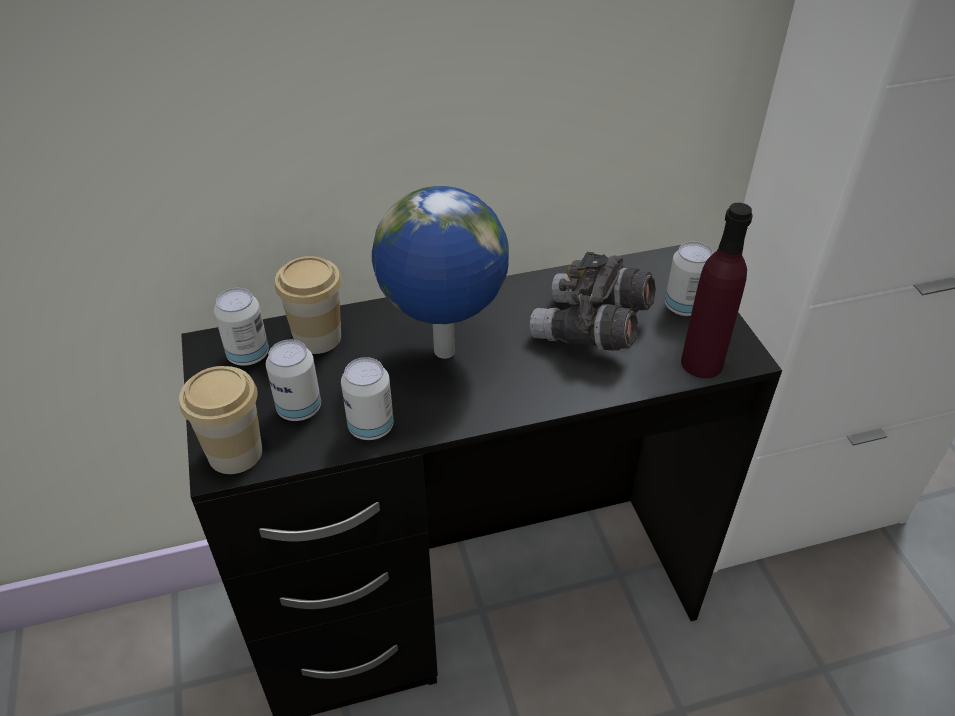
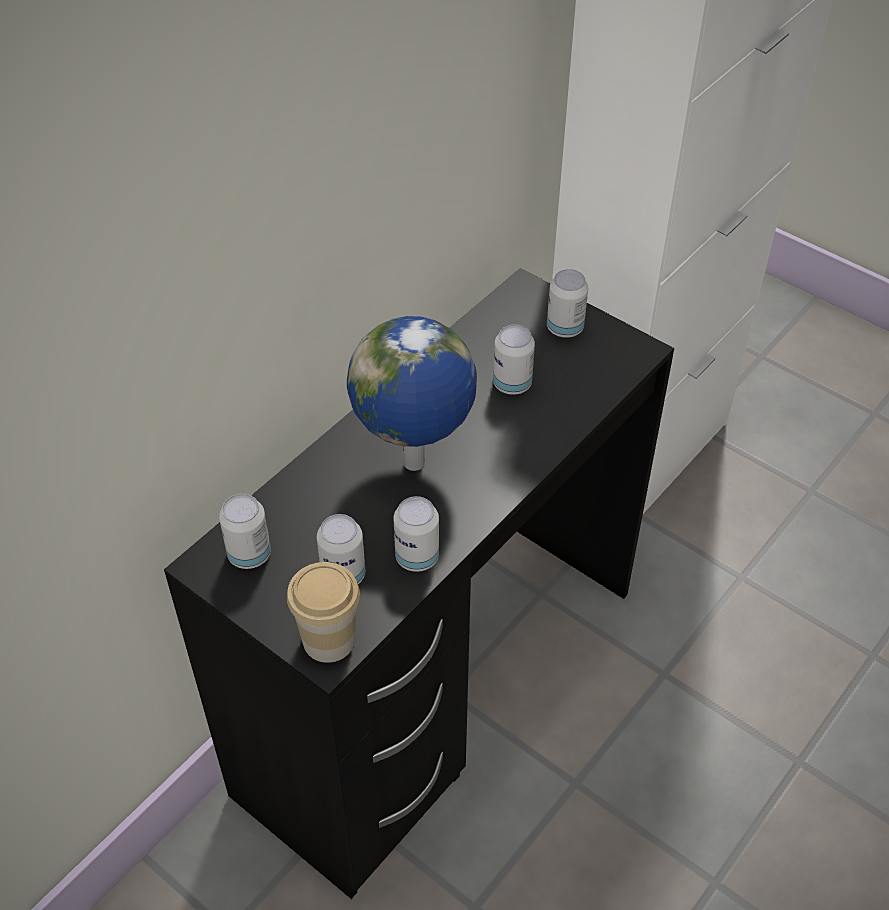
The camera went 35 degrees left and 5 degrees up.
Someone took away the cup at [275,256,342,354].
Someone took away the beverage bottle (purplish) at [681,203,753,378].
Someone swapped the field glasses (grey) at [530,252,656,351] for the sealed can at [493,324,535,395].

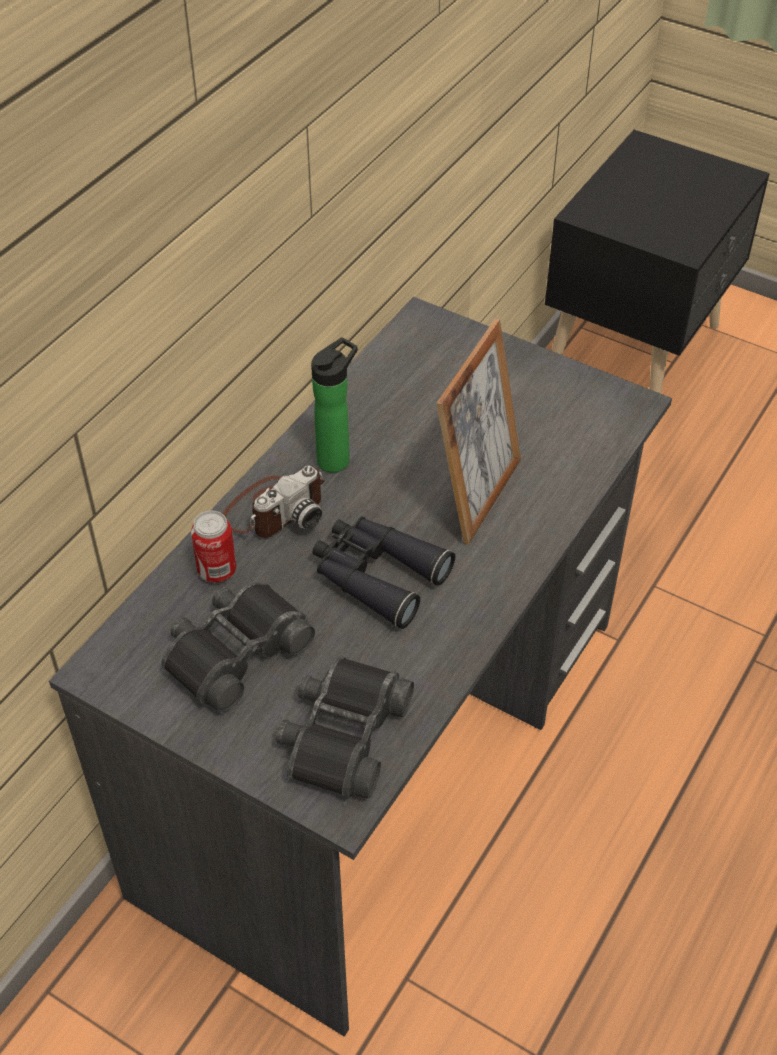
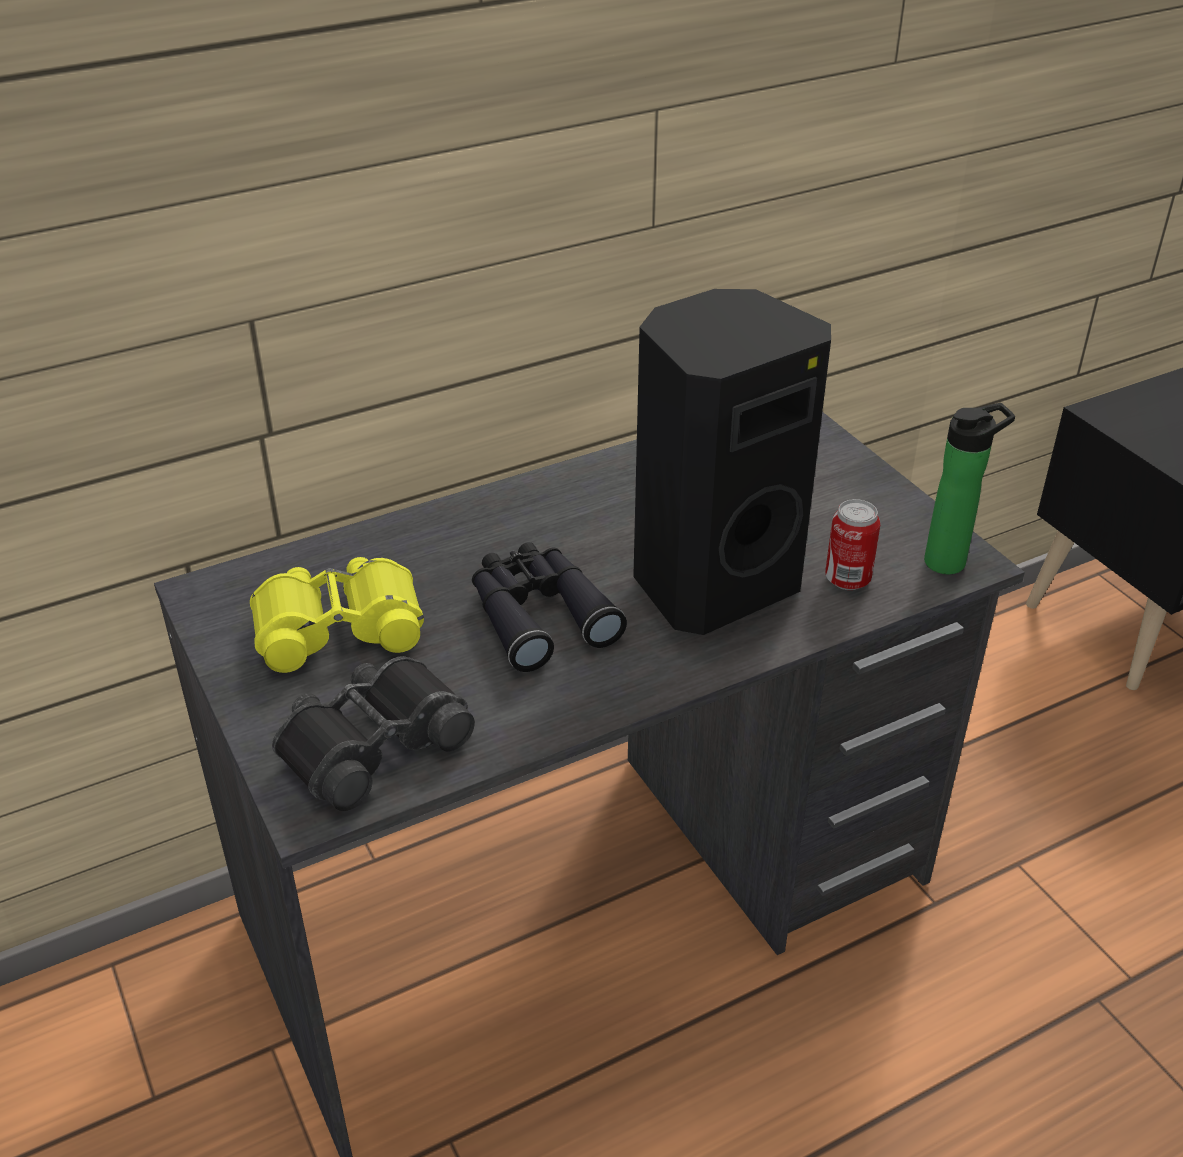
The camera went 30 degrees right and 10 degrees down.
Someone took away the photo camera at [223,466,325,538].
Someone carried the sealed can from [191,511,236,583] to [825,499,880,590].
Someone carried the beverage bottle from [311,337,358,473] to [924,403,1015,574].
Someone swapped the picture frame at [436,319,521,545] for the speaker (blackish) at [633,289,831,635].
Someone repainted the field glasses (blackish) at [161,582,315,713], which became the field glasses (yellowish) at [250,557,424,673].

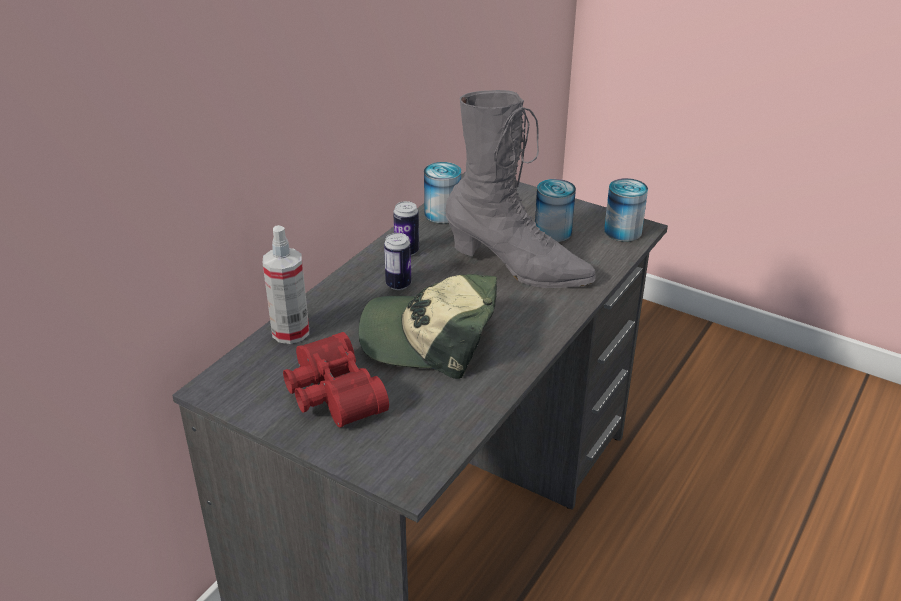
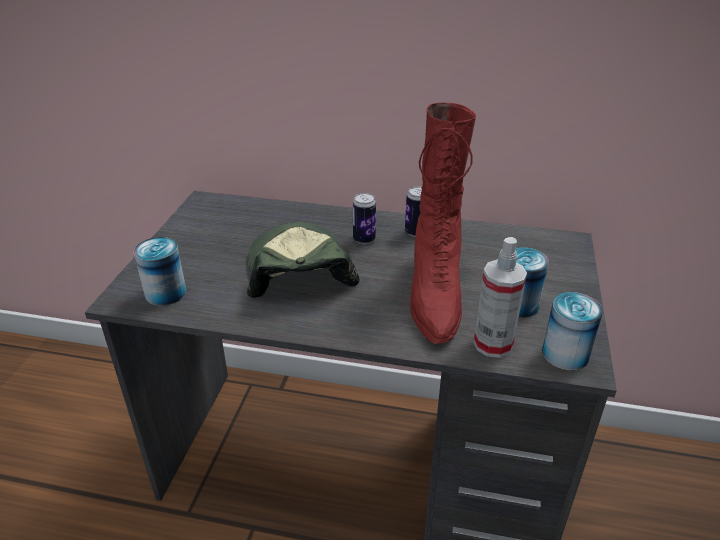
The camera went 70 degrees right and 0 degrees up.
Someone took away the field glasses (red) at [283,332,389,428].
Someone carried the sprayer from [263,225,309,344] to [474,237,527,358].
Someone carried the sealed can from [424,162,461,223] to [134,237,186,306].
Someone repainted the boot (grey) at [445,90,596,288], which became the boot (red) at [410,102,476,344].

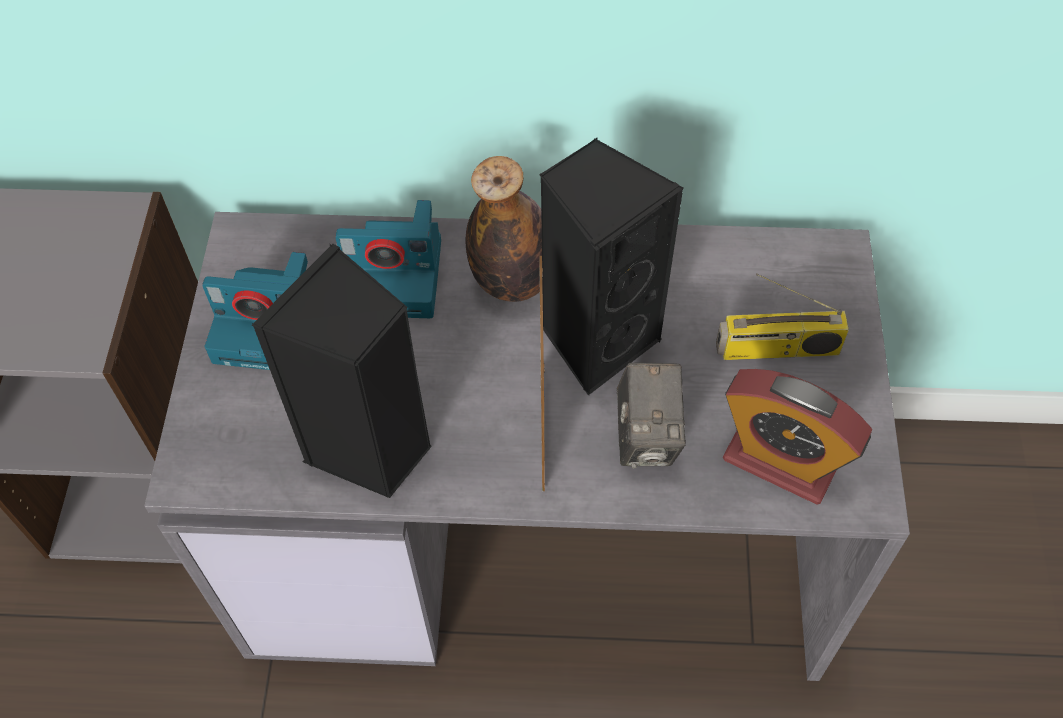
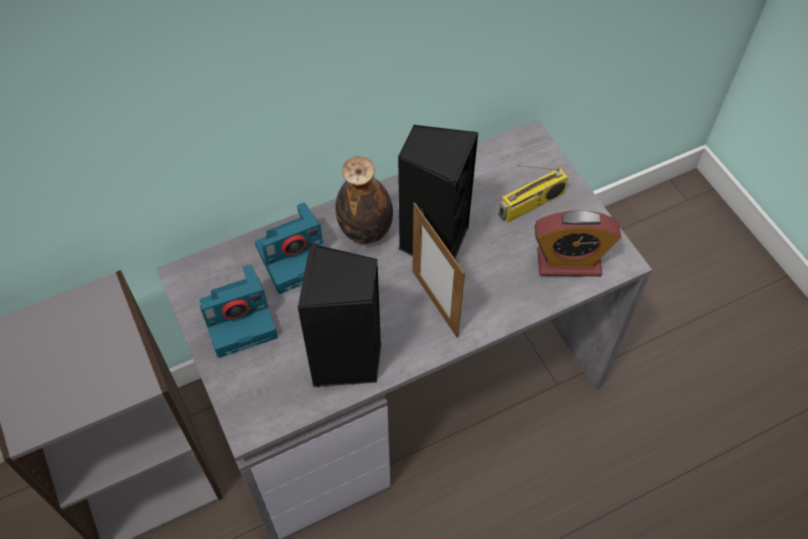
The camera went 30 degrees left and 0 degrees up.
Someone took away the photo camera at [617,362,686,469].

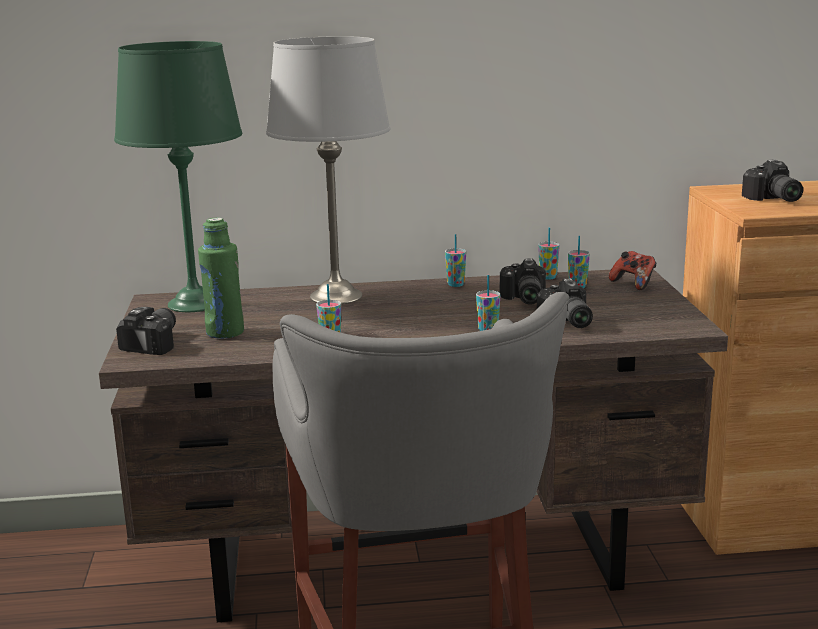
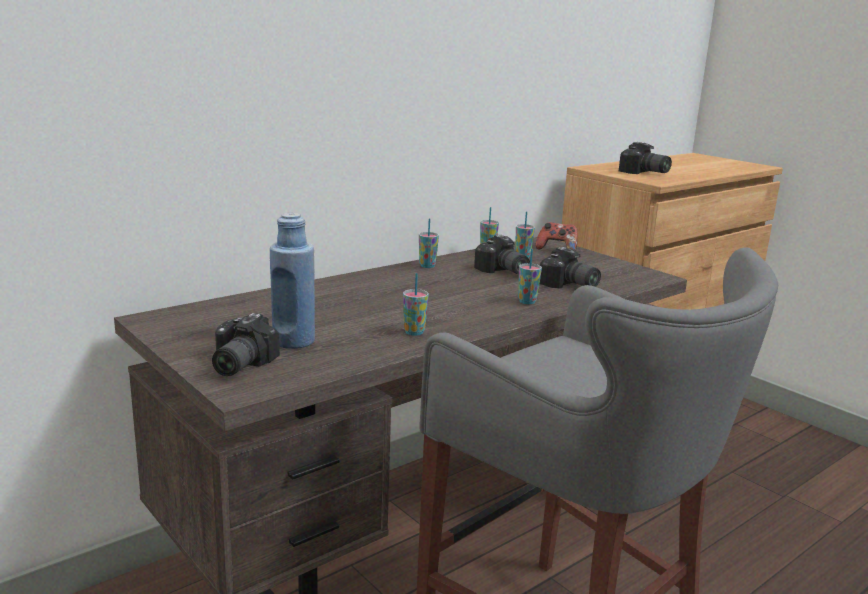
The camera went 35 degrees left and 0 degrees up.
Someone took away the table lamp (green) at [114,41,242,312].
Someone took away the table lamp (grey) at [266,36,390,304].
Someone repainted the beverage bottle (green) at [198,217,244,339], which became the beverage bottle (bluish) at [270,213,315,349].
Someone rotated the photo camera at [116,307,176,355] by 150 degrees counterclockwise.

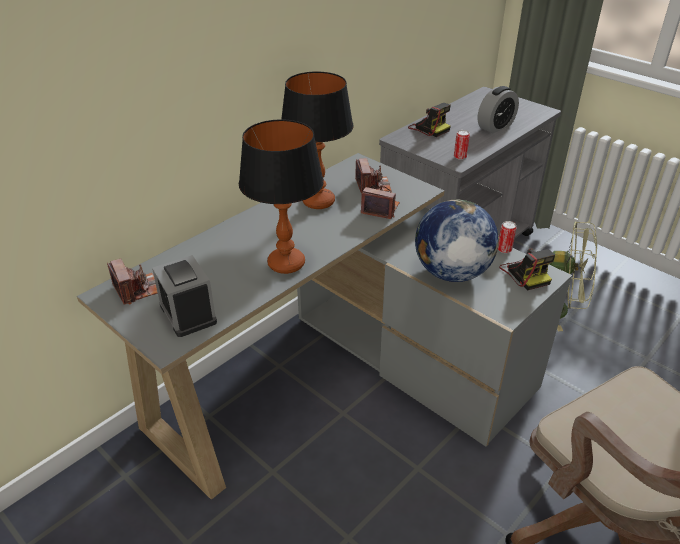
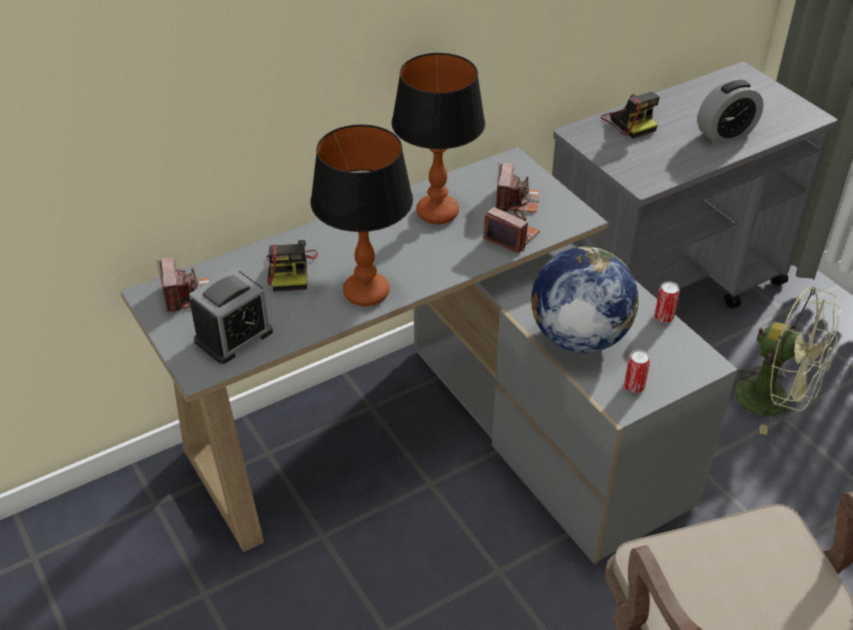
The camera went 15 degrees right and 5 degrees up.
Someone carried the sealed can from [454,130,470,160] to [624,350,650,393].
Someone carried the photo camera from [499,248,555,290] to [266,240,318,292].
Someone rotated the alarm clock at [152,255,217,337] by 120 degrees counterclockwise.

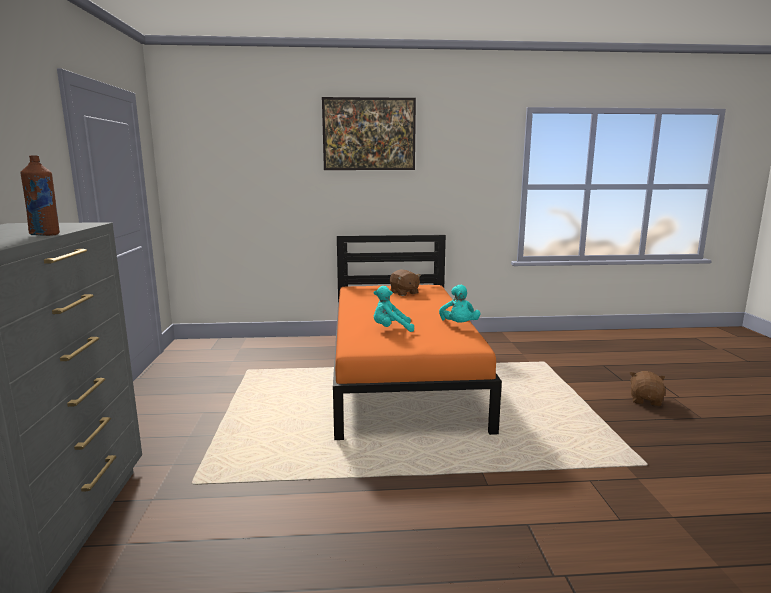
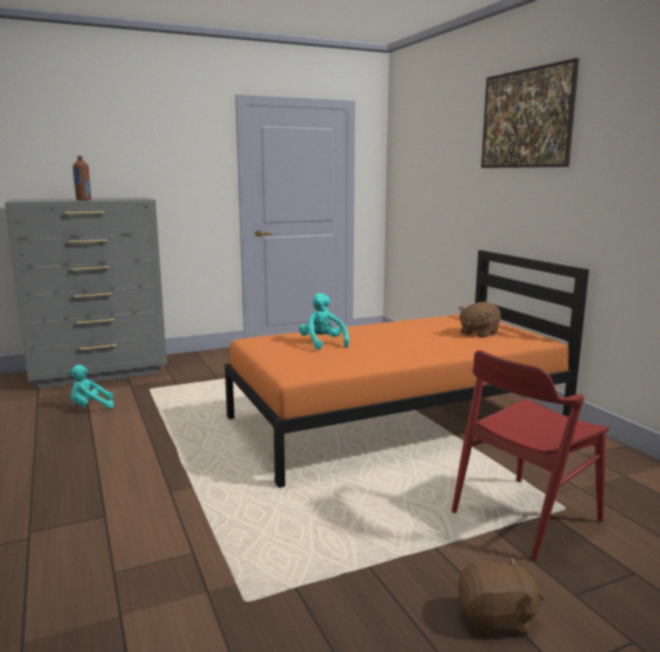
The camera went 70 degrees right and 0 degrees up.
Someone put down the upright chair (red) at [452,350,609,561].
Someone carried the cuddly toy (turquoise-coloured) from [439,285,480,323] to [68,365,114,409].

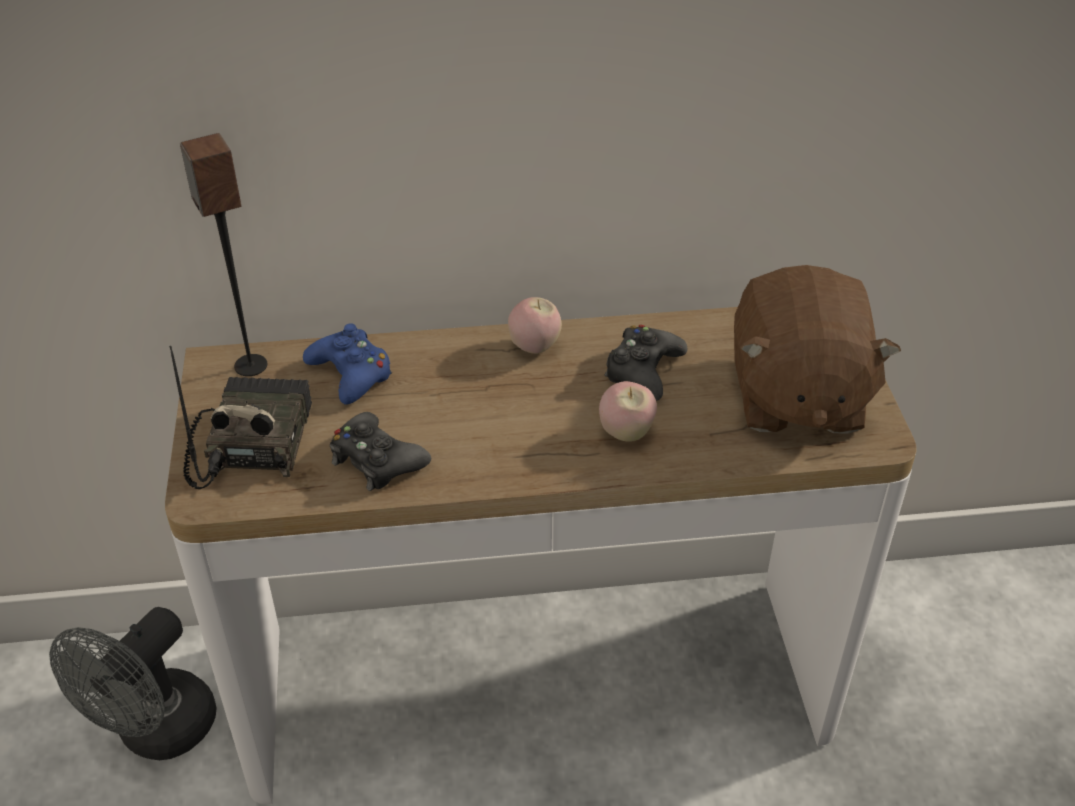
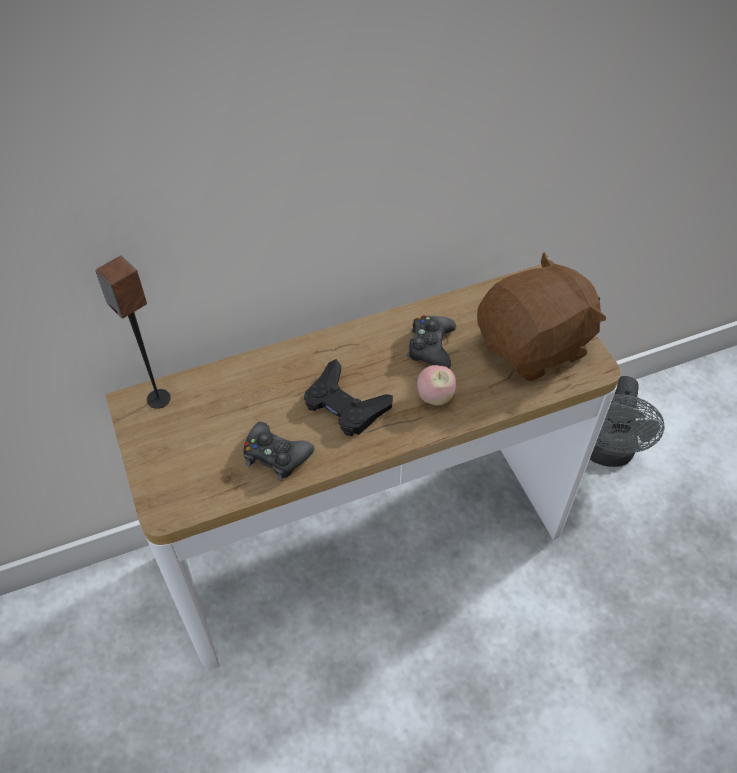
The camera went 15 degrees left and 10 degrees up.
Someone took away the radio set at [169,346,312,489].
Someone took away the gamepad (bluish) at [303,323,392,405].
Someone took away the whole apple at [508,297,562,354].
Someone put down the gamepad (blackish) at [304,359,393,436].
Someone carried the fan (grey) from [49,607,217,760] to [590,376,664,467].
Someone rotated the cuddly toy (brown-coloured) at [734,265,901,434] by 105 degrees counterclockwise.

